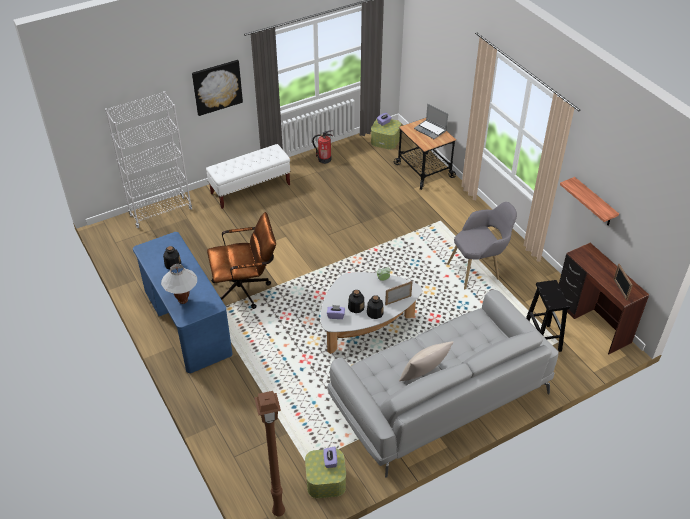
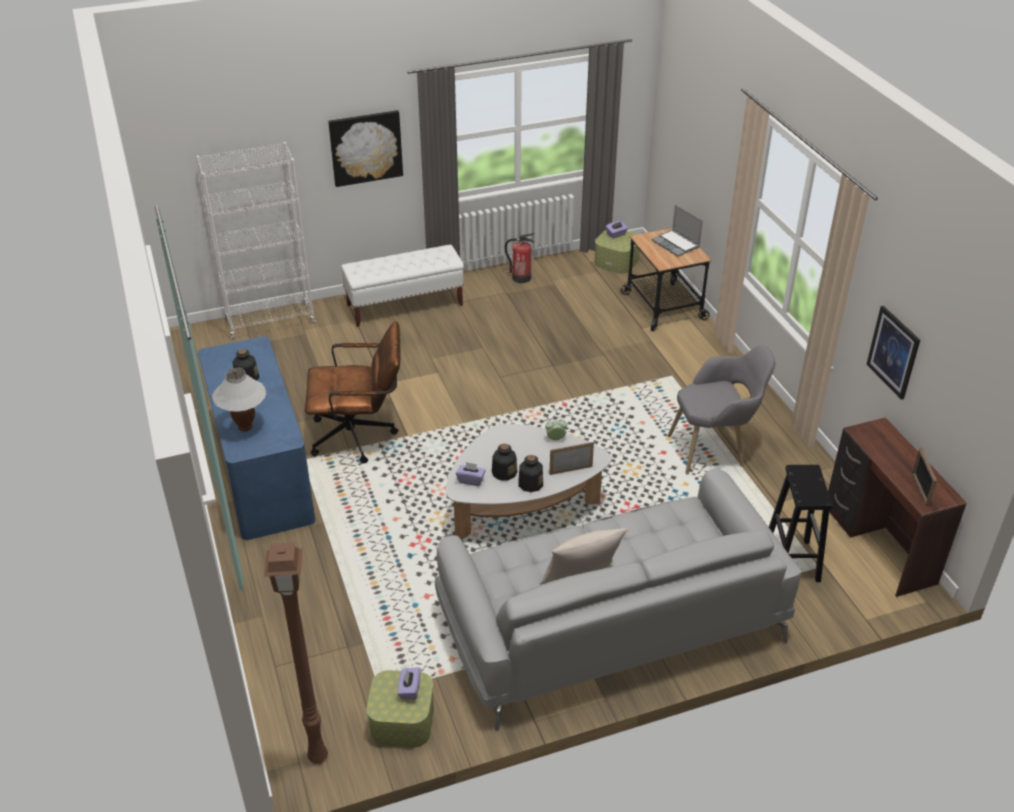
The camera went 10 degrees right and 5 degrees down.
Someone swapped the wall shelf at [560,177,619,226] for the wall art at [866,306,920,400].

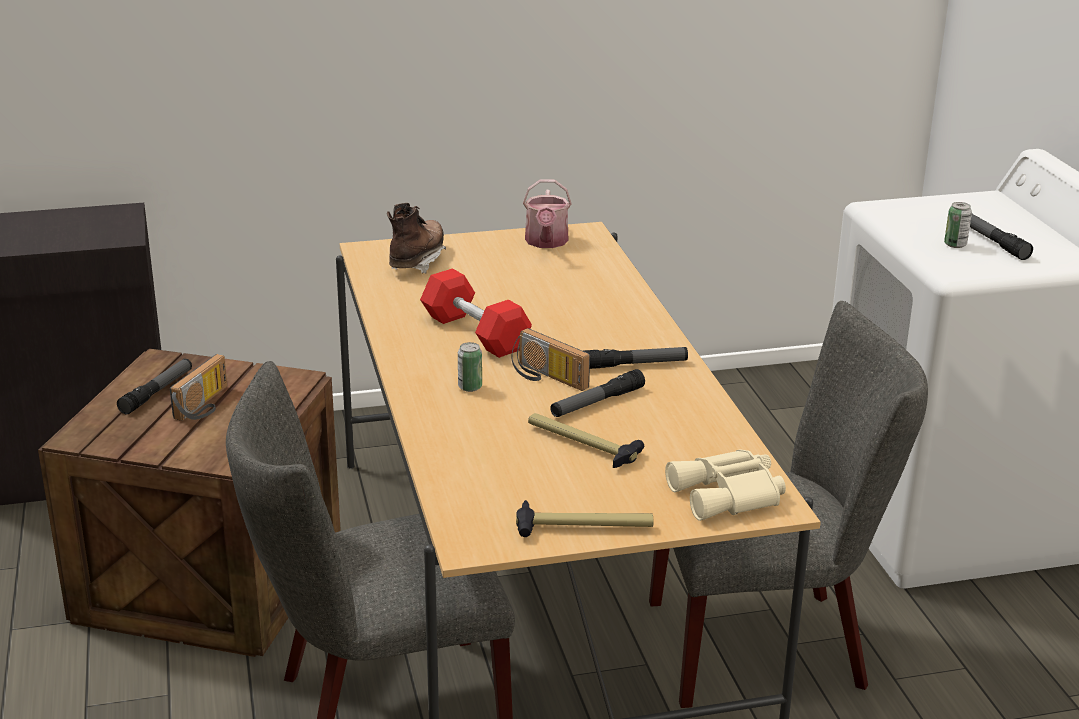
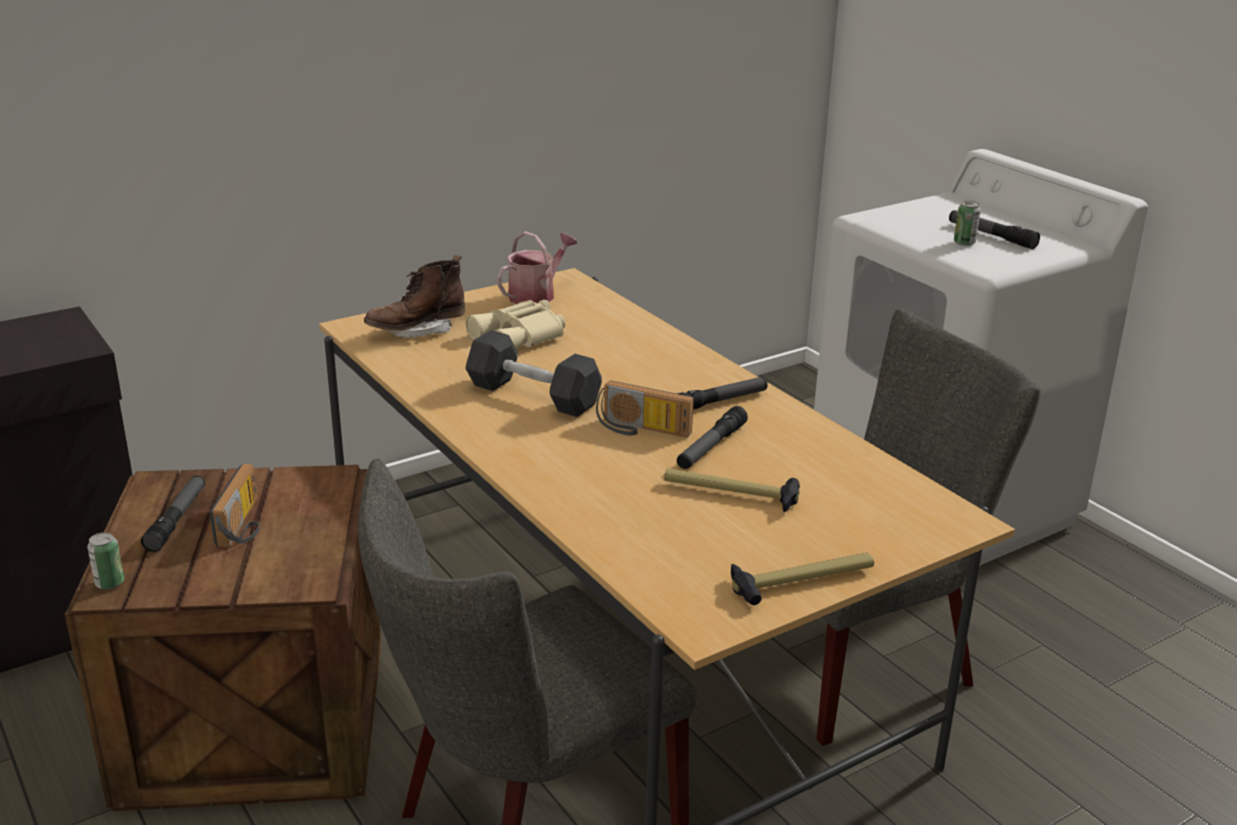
The camera went 20 degrees left and 0 degrees up.
Someone carried the sealed can from [458,342,482,392] to [87,532,124,590].
Someone carried the field glasses (sand-coloured) from [665,449,786,521] to [466,300,565,349].
Someone repainted the hand weight (red) at [420,268,532,358], which became the hand weight (grey) at [465,330,602,417].
Someone rotated the boot (brown-coloured) at [387,203,446,273] by 120 degrees counterclockwise.
Someone rotated the watering pot at [523,179,572,248] by 120 degrees counterclockwise.

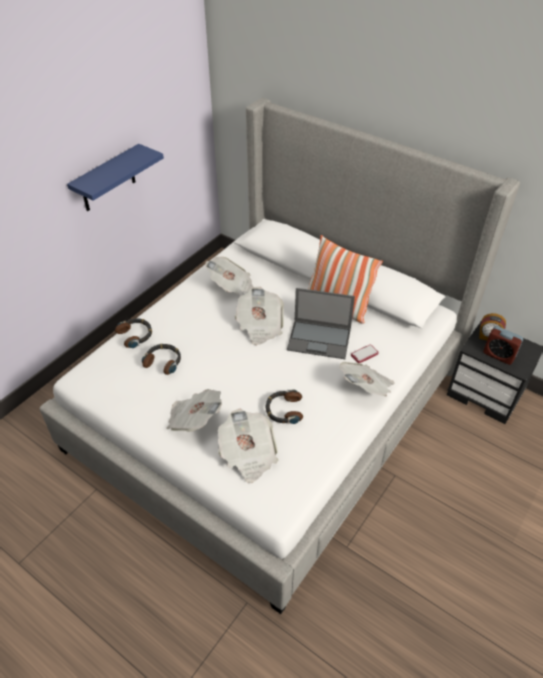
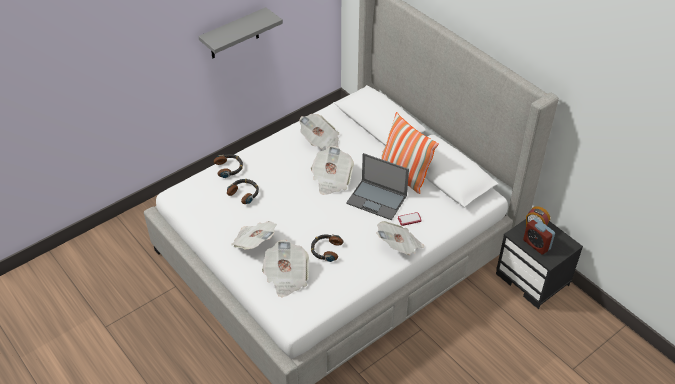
The camera went 15 degrees right and 0 degrees up.
Someone repainted the wall shelf (bluish) at [67,144,164,211], which became the wall shelf (grey) at [198,7,283,58].

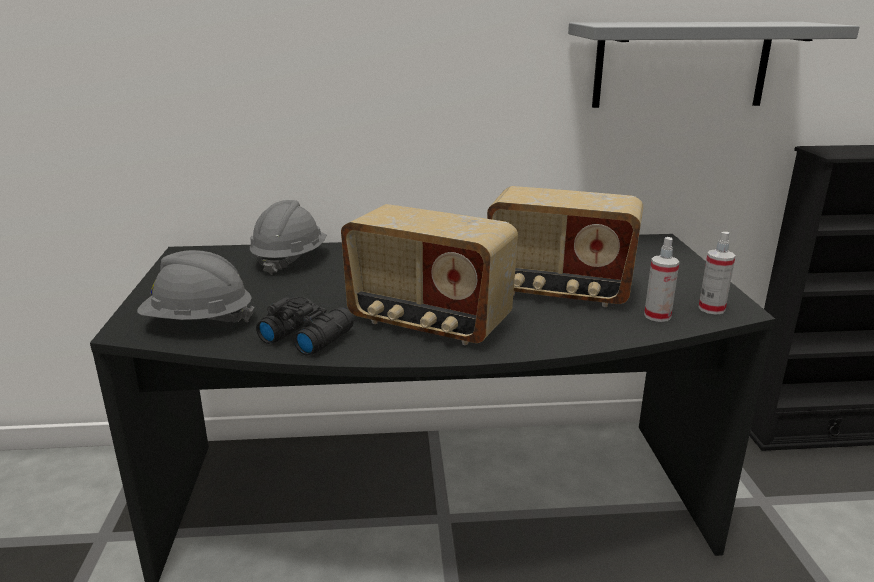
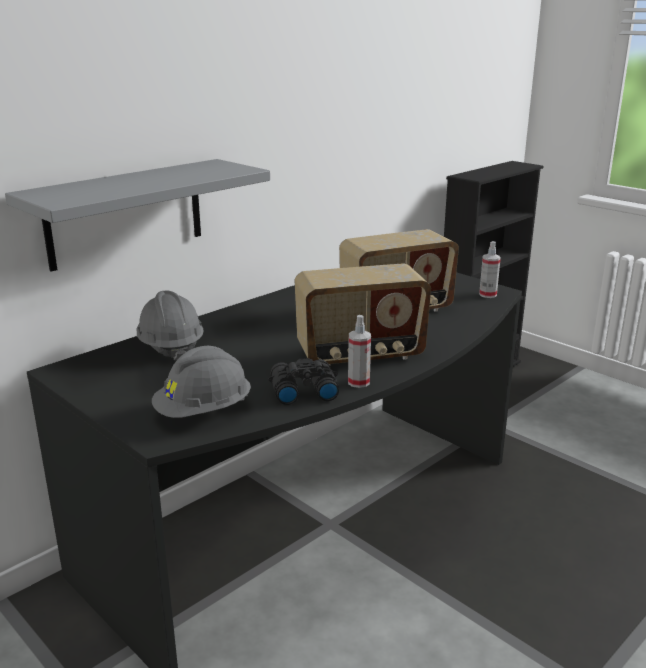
The camera went 40 degrees left and 0 degrees up.
Someone carried the wall shelf (grey) from [568,22,860,108] to [5,159,270,272].
Someone carried the sprayer from [644,237,679,322] to [348,315,371,388].

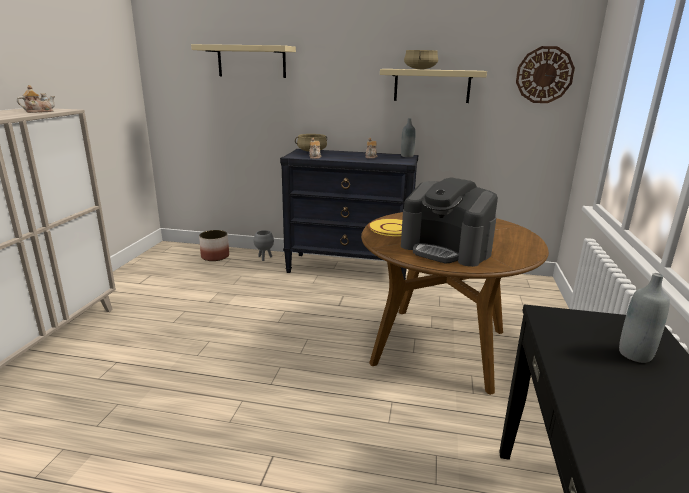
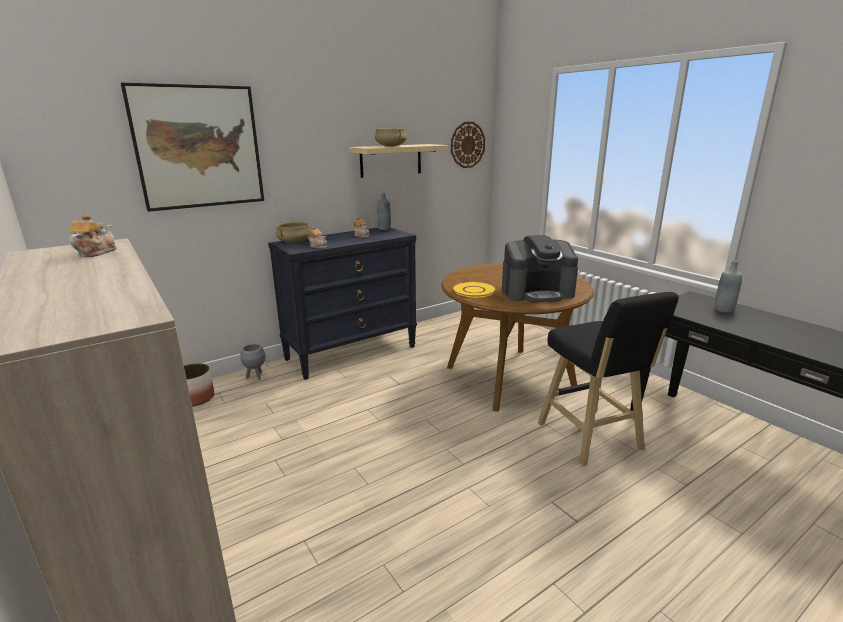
The camera went 45 degrees left and 0 degrees up.
Someone put down the stool seat (blackish) at [538,292,679,466].
Someone swapped the wall shelf (sand-coloured) at [191,44,296,78] for the wall art at [121,83,264,212].

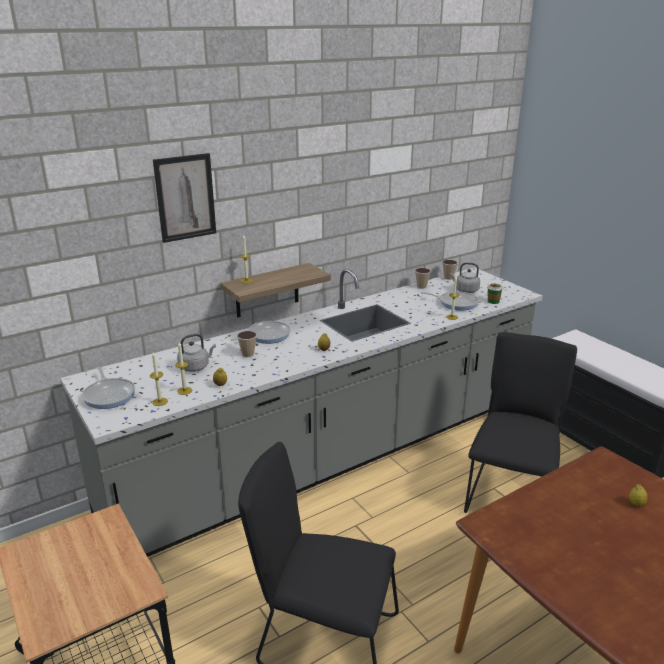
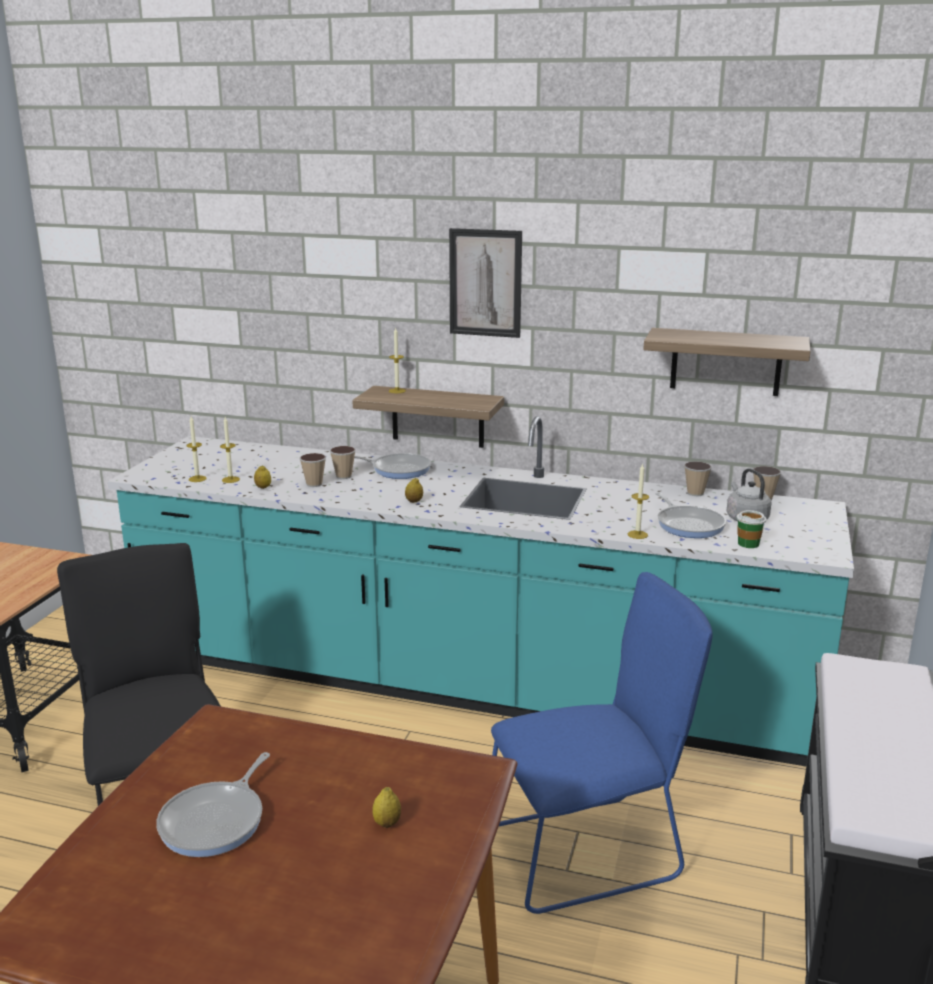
The camera went 50 degrees right and 5 degrees down.
Someone took away the kettle (grey) at [177,334,216,372].
Someone put down the cup at [300,453,326,487].
Someone put up the wall shelf at [643,328,811,396].
Someone carried the pan from [82,367,135,409] to [156,752,270,857].
Someone carried the wall art from [153,153,216,243] to [449,228,522,338].
Someone repainted the kitchen base unit (grey) at [61,267,543,557], which became the kitchen base unit (turquoise-coloured) at [108,416,854,766].
Someone repainted the upright chair (blackish) at [464,332,577,513], which became the upright chair (bluish) at [491,572,713,914].

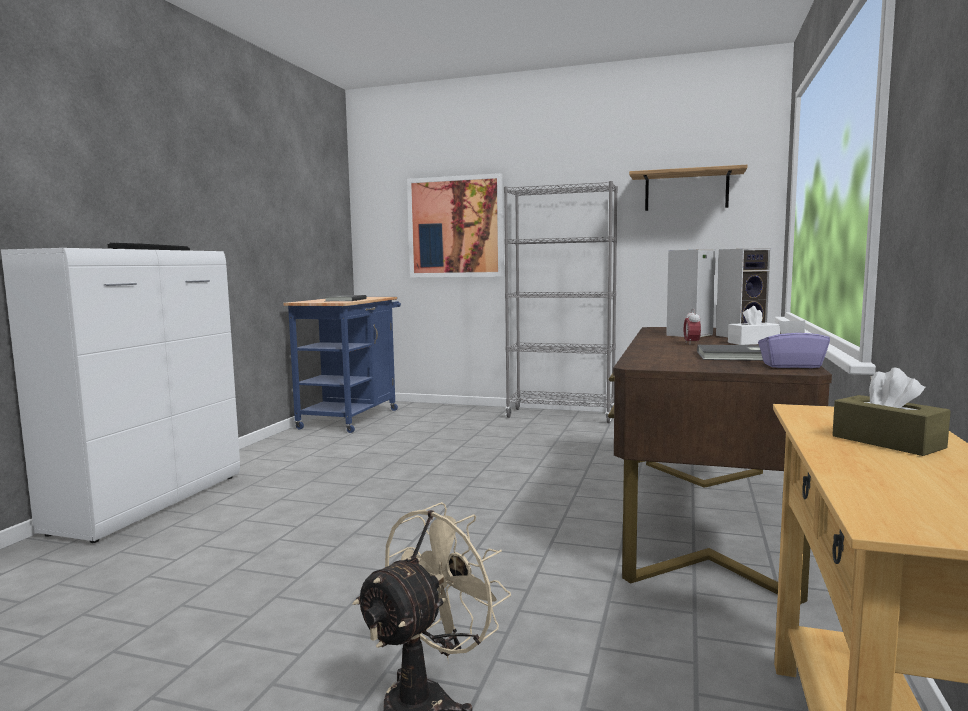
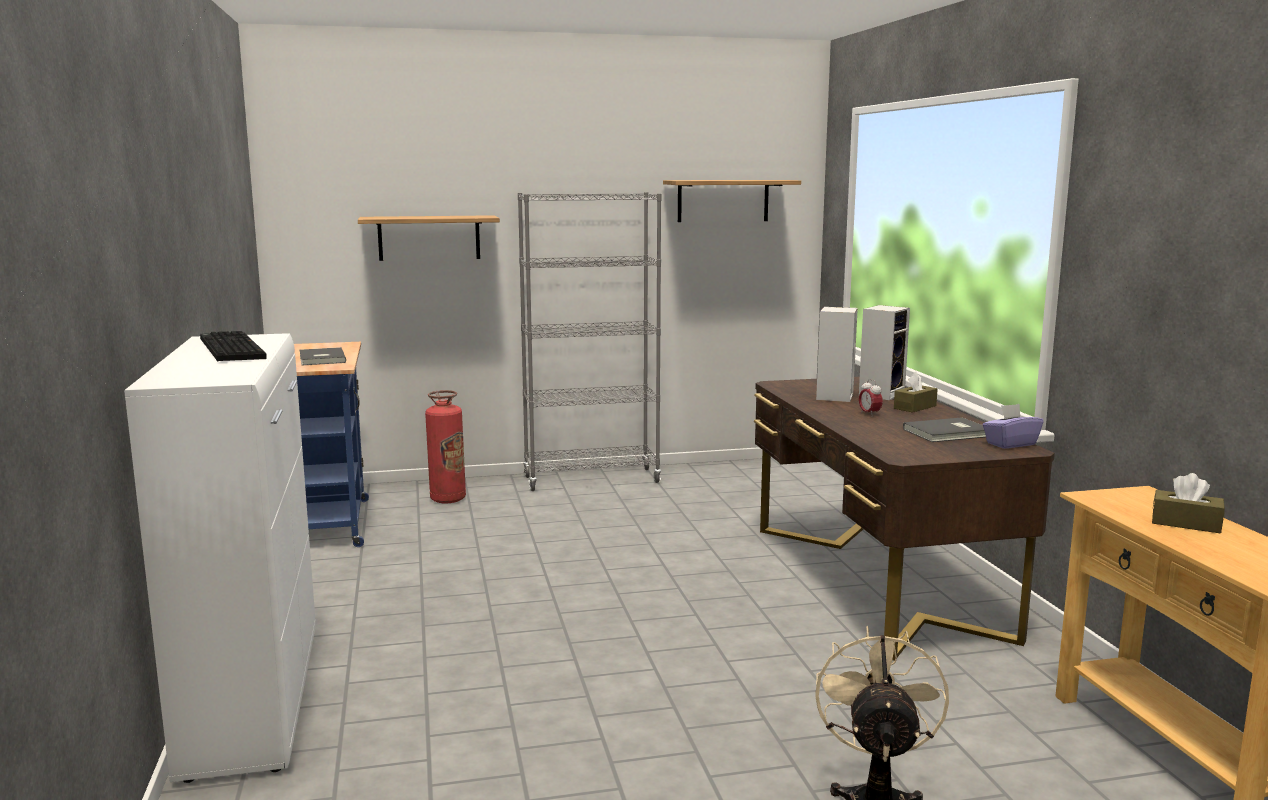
The camera went 30 degrees left and 5 degrees up.
Someone put down the fire-fighting cylinder at [425,390,466,503].
Someone swapped the wall art at [407,173,504,277] for the wall shelf at [358,215,500,261].
Someone repainted the tissue holder (whitish) at [728,306,780,345], which became the tissue holder (brown-coloured) at [894,372,938,413].

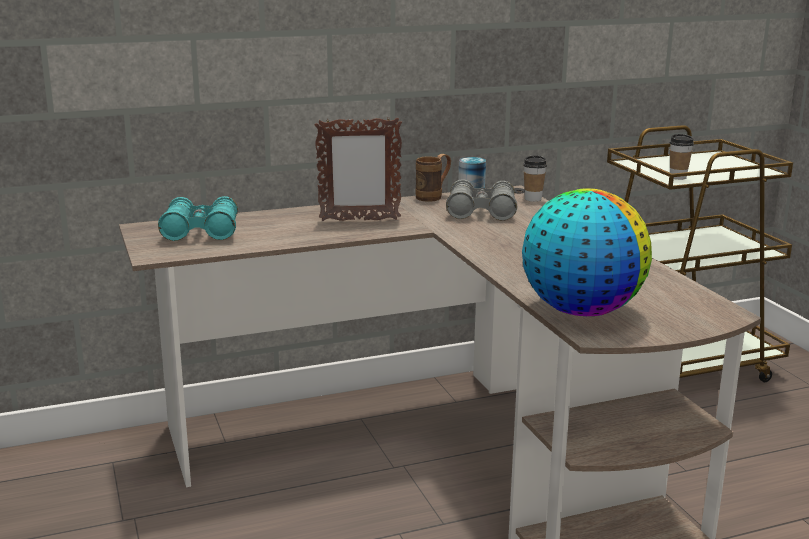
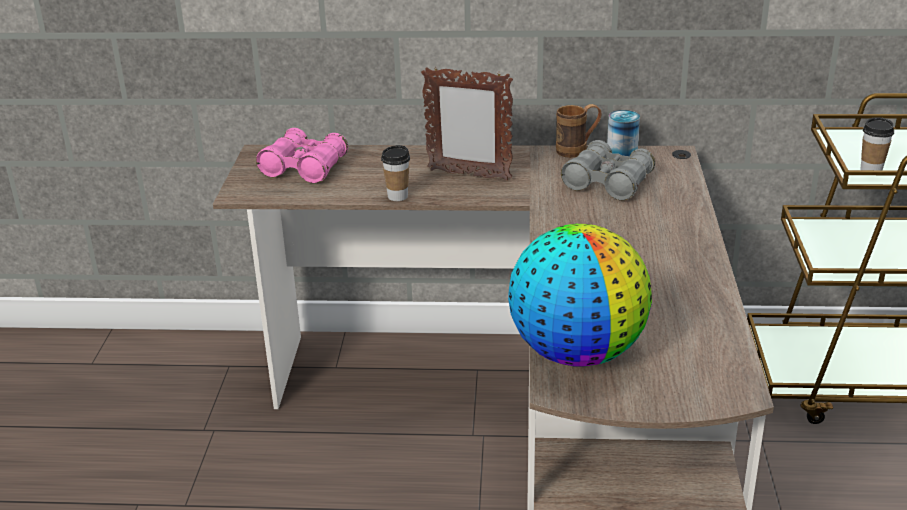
The camera went 25 degrees right and 10 degrees up.
Someone carried the cup from [523,156,547,202] to [381,145,410,201].
Someone repainted the field glasses (turquoise-coloured) at [158,196,238,241], which became the field glasses (pinkish) at [256,128,348,183].

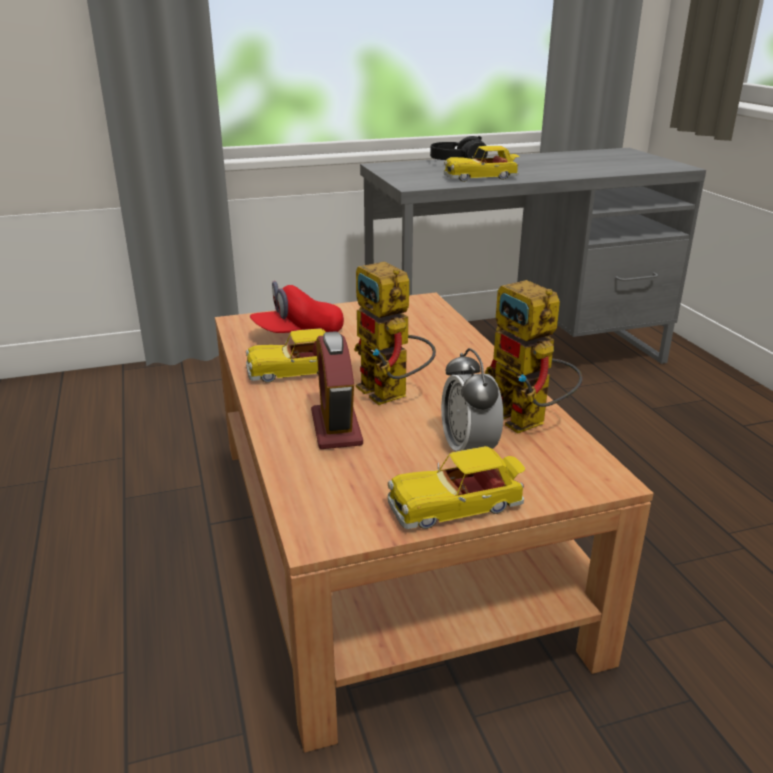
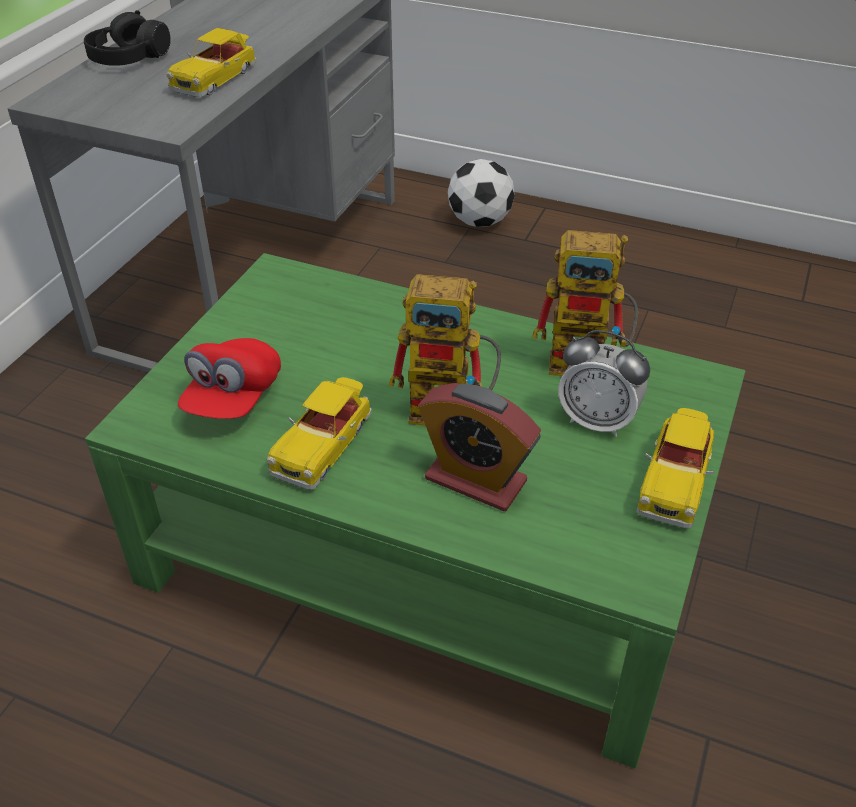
The camera went 50 degrees left and 15 degrees up.
Someone put down the football at [447,159,515,227].
Someone repainted the low table (brown-coloured) at [215,293,654,753], which became the low table (green) at [85,253,745,769].

